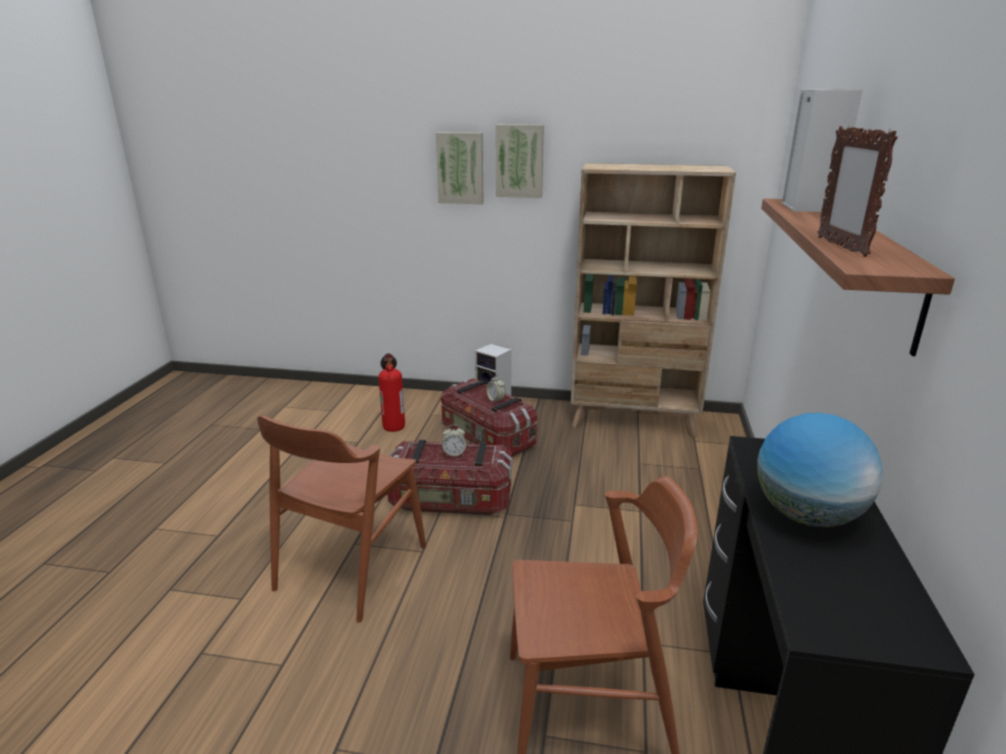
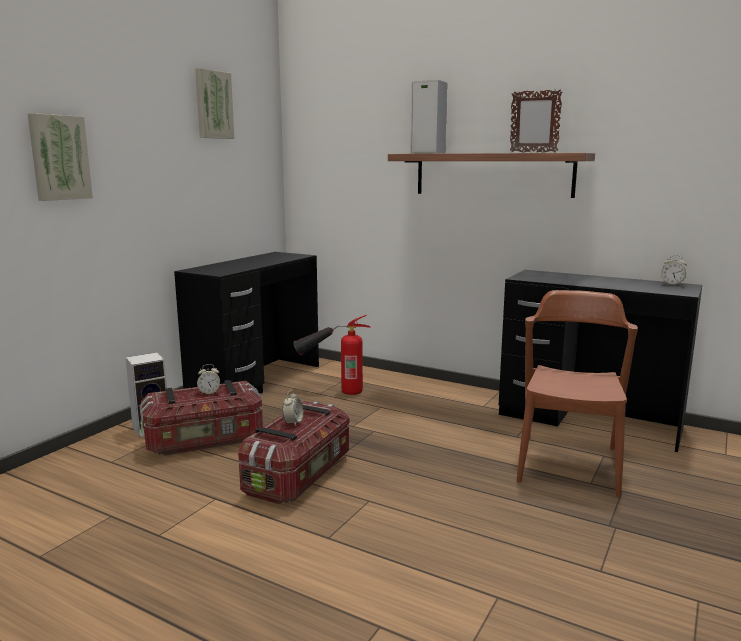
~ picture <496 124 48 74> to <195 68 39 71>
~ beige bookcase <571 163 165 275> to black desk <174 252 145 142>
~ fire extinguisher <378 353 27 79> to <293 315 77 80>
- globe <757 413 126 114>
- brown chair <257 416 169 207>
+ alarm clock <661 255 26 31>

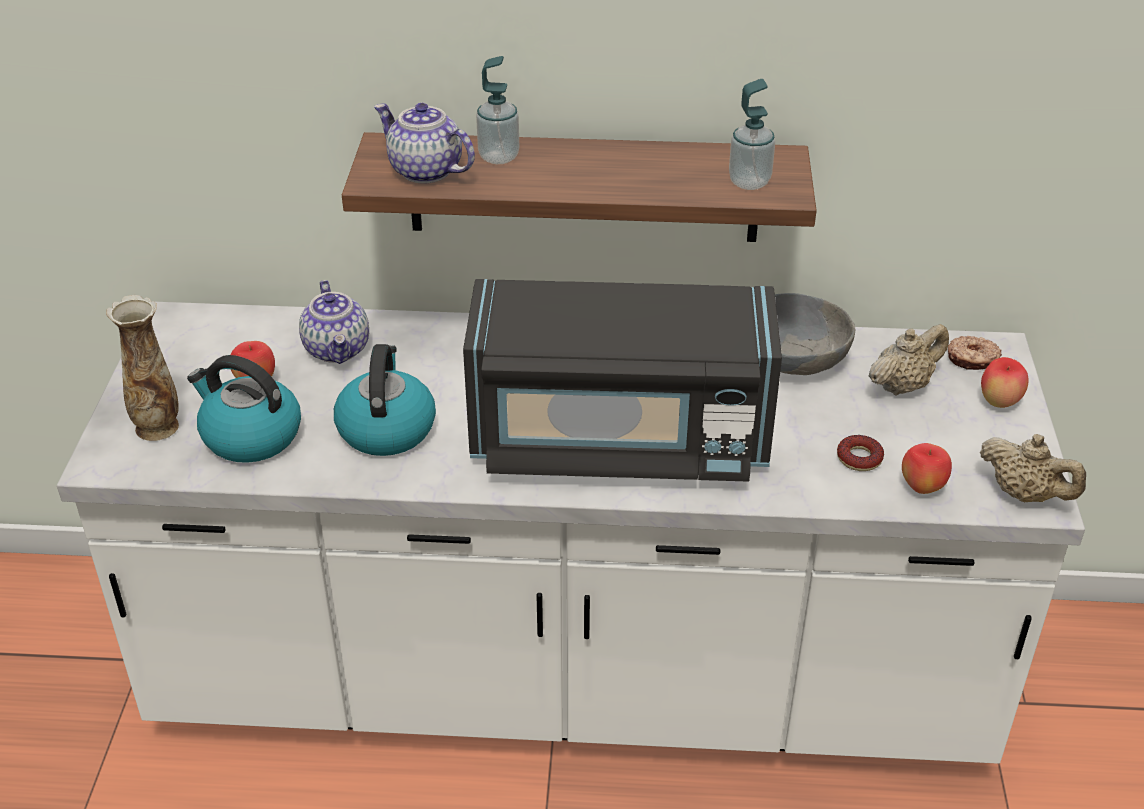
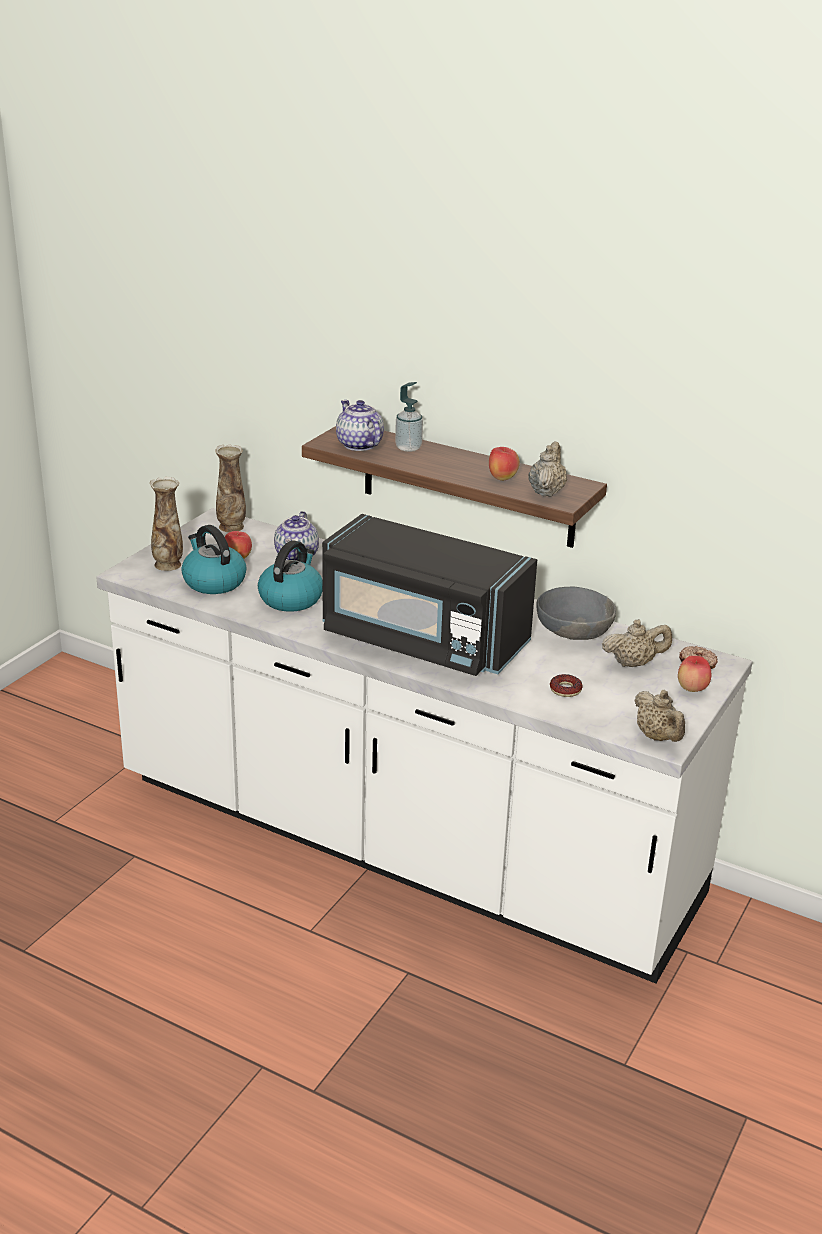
~ soap dispenser <729 79 46 111> to beige teapot <528 441 39 56>
~ apple <902 443 50 51> to <489 447 31 34>
+ vase <215 444 31 88>

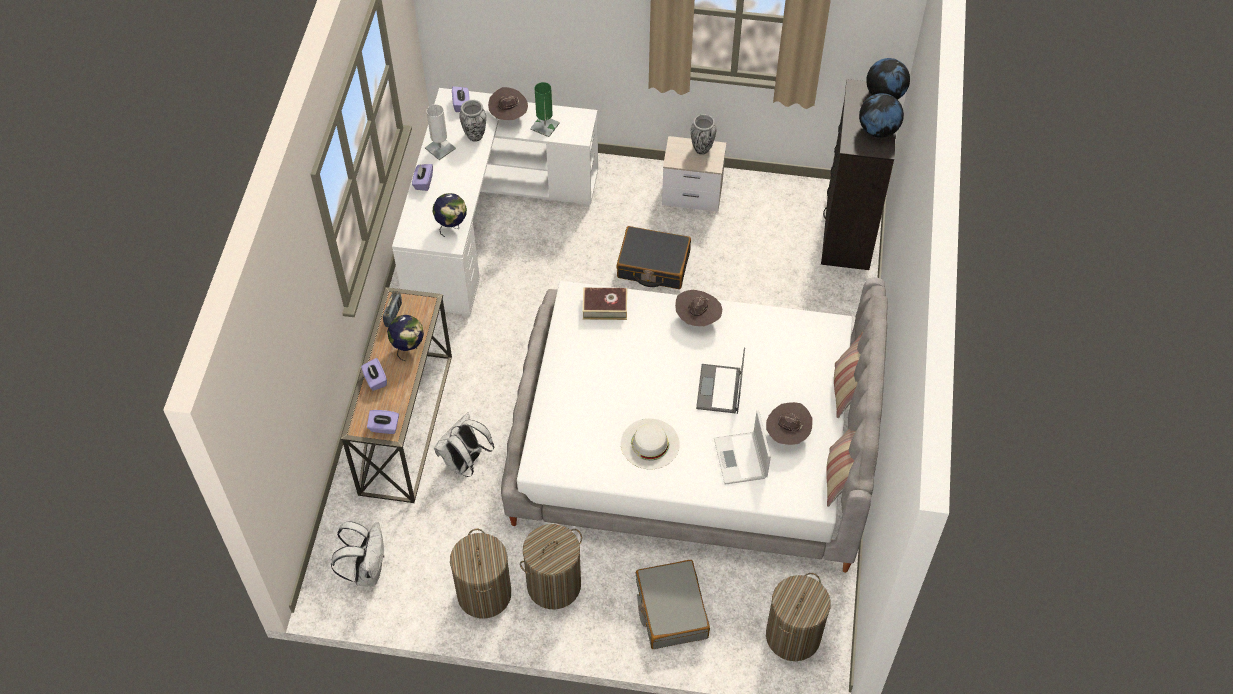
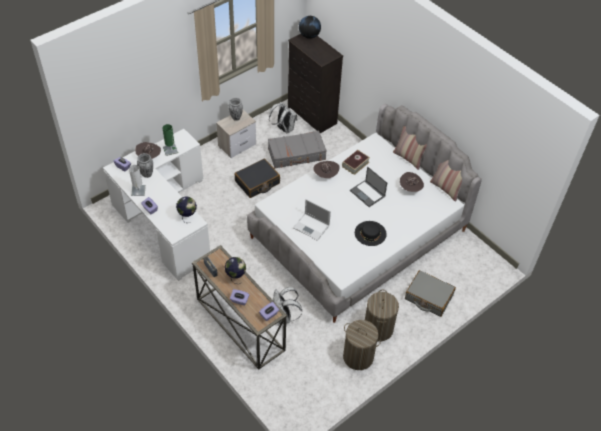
- globe <859 93 45 45>
~ book <583 288 44 32> to <342 150 28 25>
~ laptop <714 410 57 75> to <293 199 38 42>
~ white hat <621 419 59 50> to black hat <355 221 32 25>
~ white backpack <331 521 54 65> to <269 102 28 31>
- laundry basket <766 573 65 88>
+ grey suitcase <268 131 59 37>

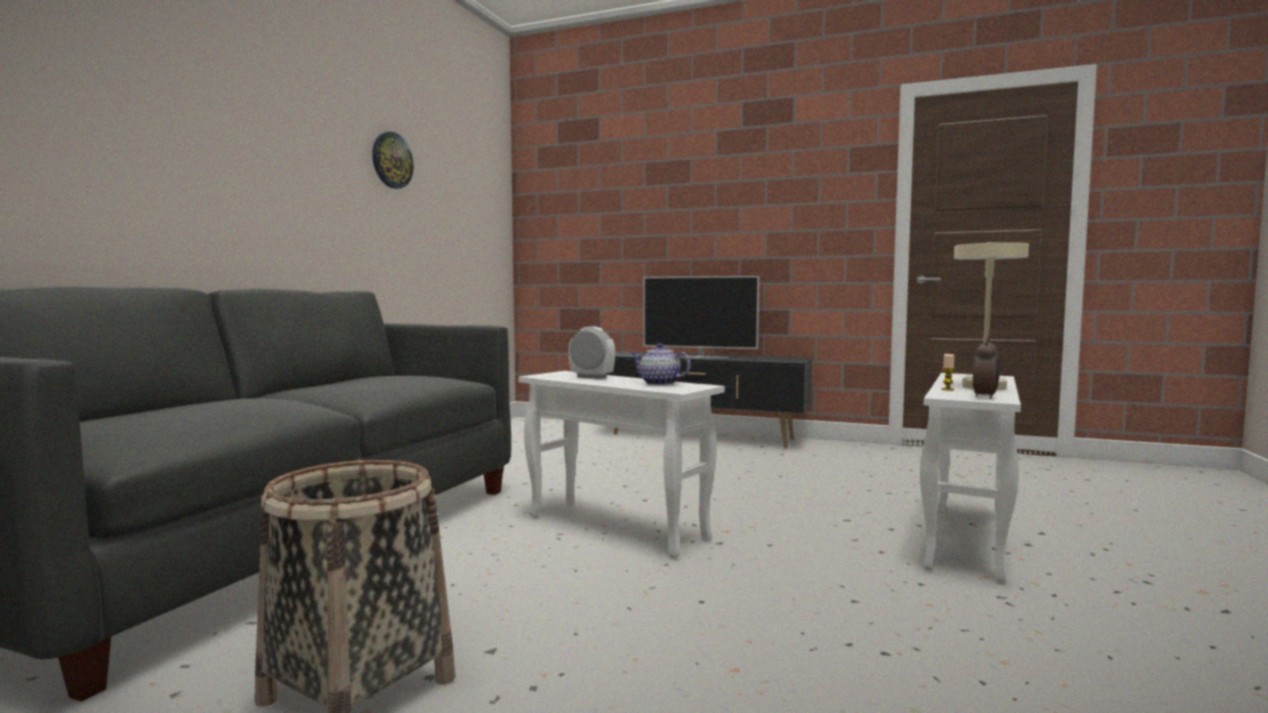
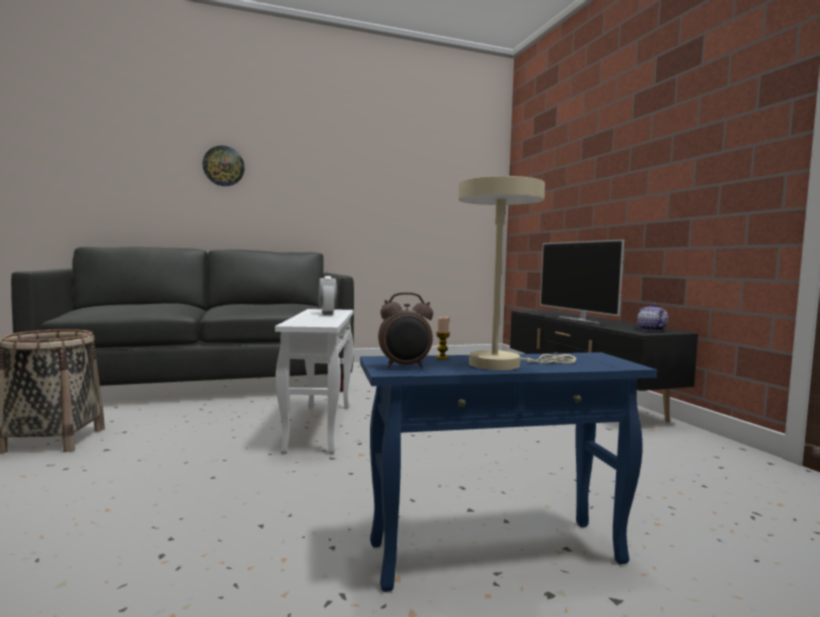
~ wall clock <372 132 42 57> to <203 146 42 40>
~ teapot <632 343 59 42> to <637 303 31 28>
~ white side table <920 373 101 211> to blue side table <360 352 297 240>

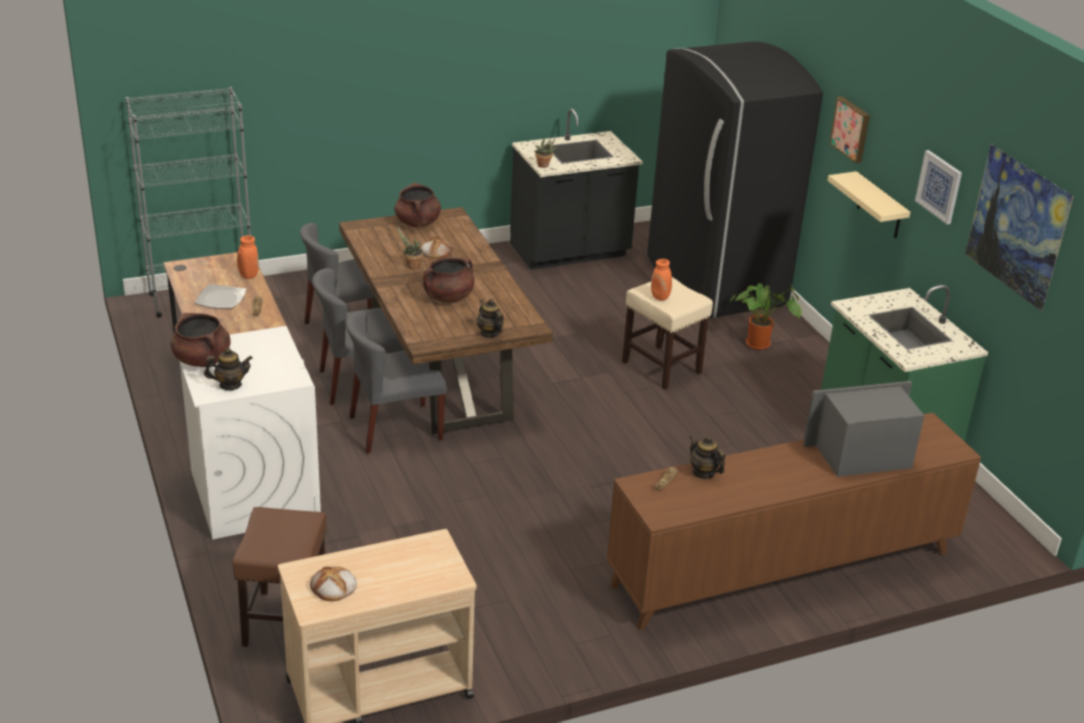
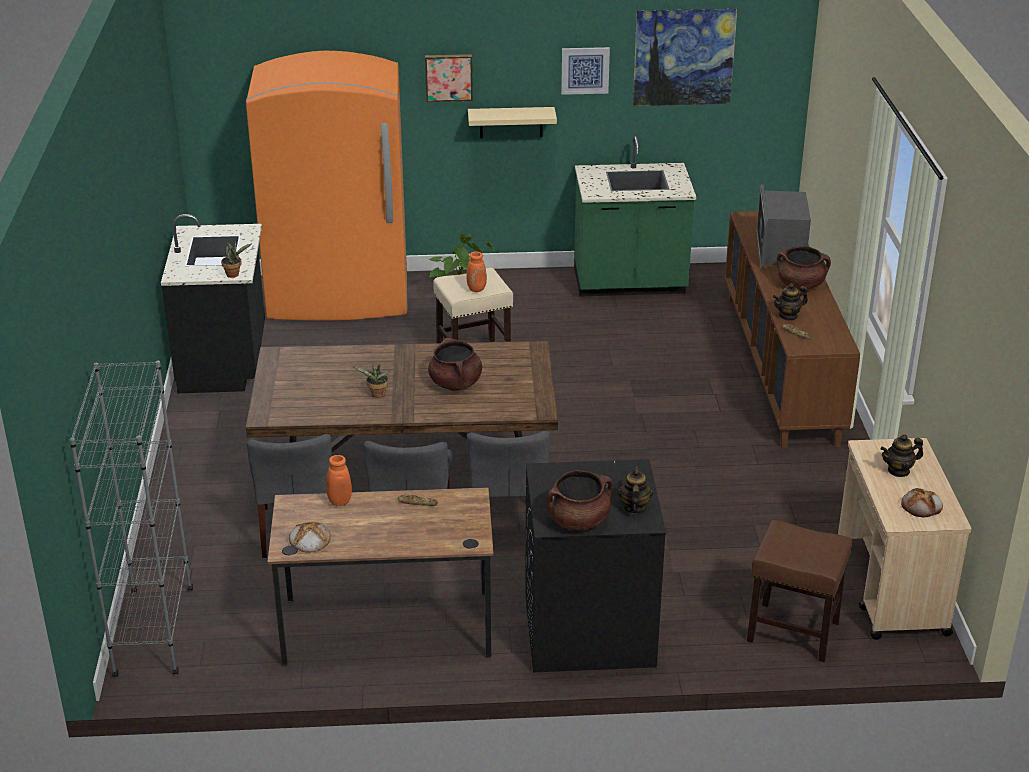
~ black fridge <647 41 176 277> to orange fridge <246 51 162 270>
~ brown cooking pot <395 183 46 44> to <777 246 54 43>
~ bread <421 236 32 23> to <289 522 42 30>
- plate <195 284 52 25>
~ teapot <477 299 27 39> to <881 434 42 43>
~ white washing machine <179 326 142 213> to black washing machine <525 459 141 213>

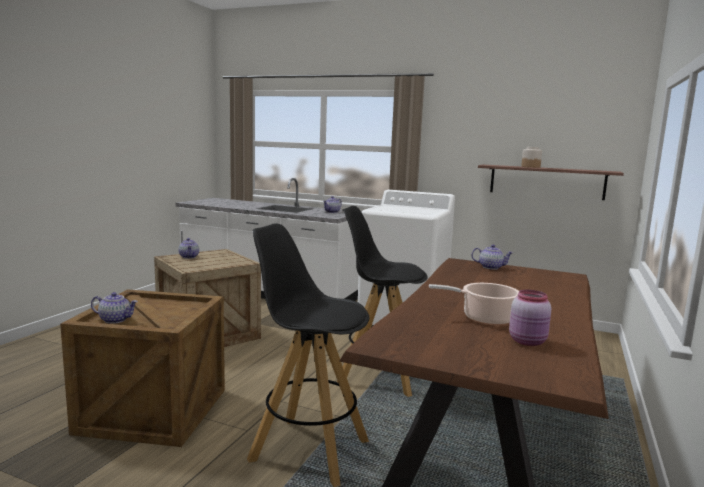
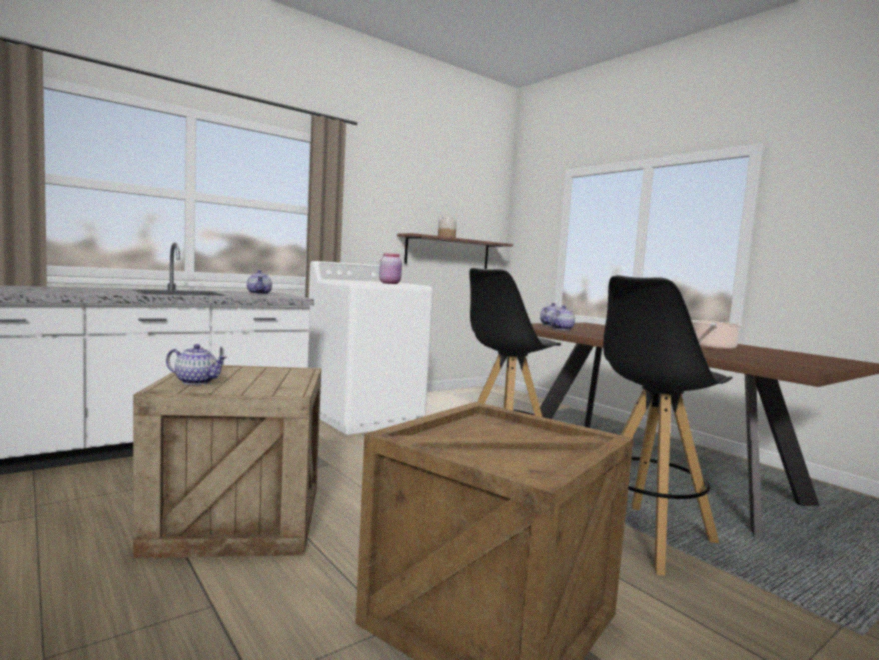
~ pink jar <509 290 42 56> to <379 253 23 31>
~ teapot <91 292 47 32> to <550 305 25 25>

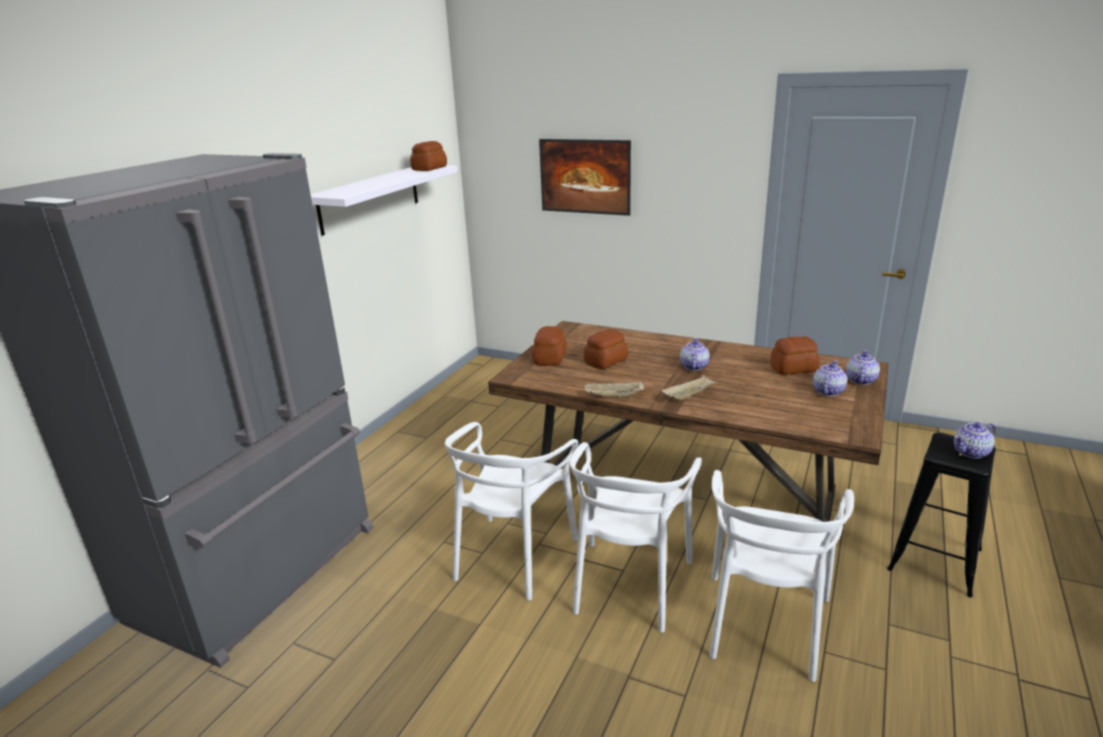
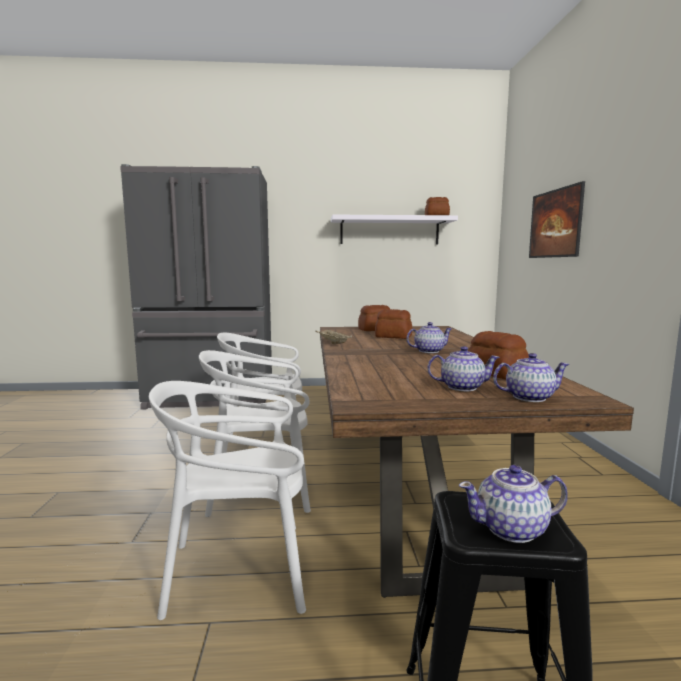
- beige tray <662 375 57 25>
~ teapot <954 422 42 37> = <459 465 109 78> 45 degrees counterclockwise

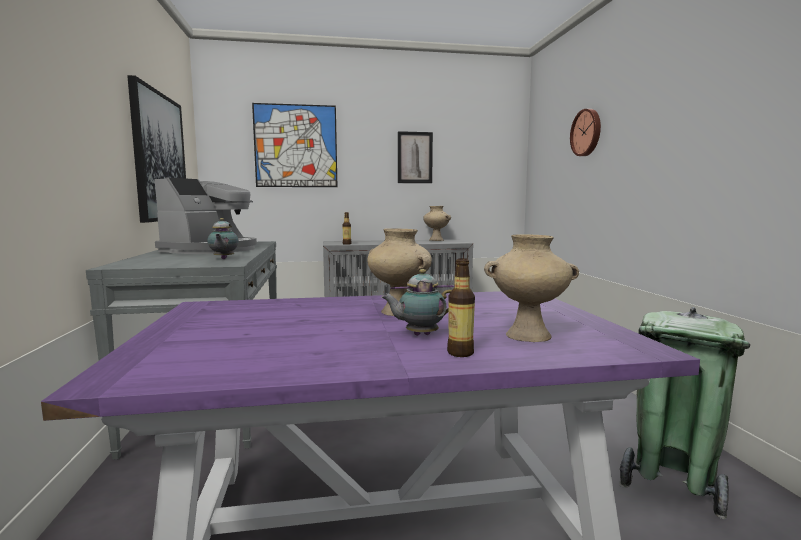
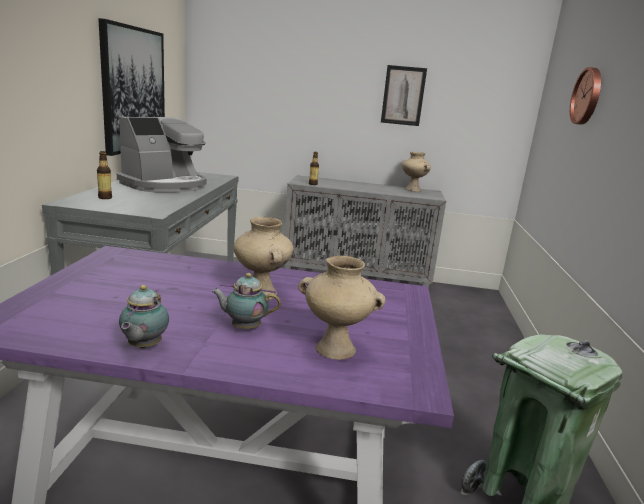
- picture <252 103 85 84>
~ teapot <207 218 32 41> to <119 285 50 64>
~ bottle <447 258 28 99> to <97 151 15 48>

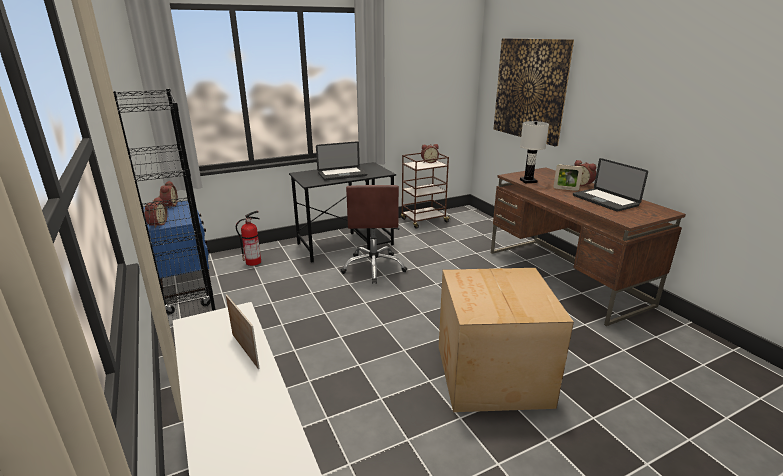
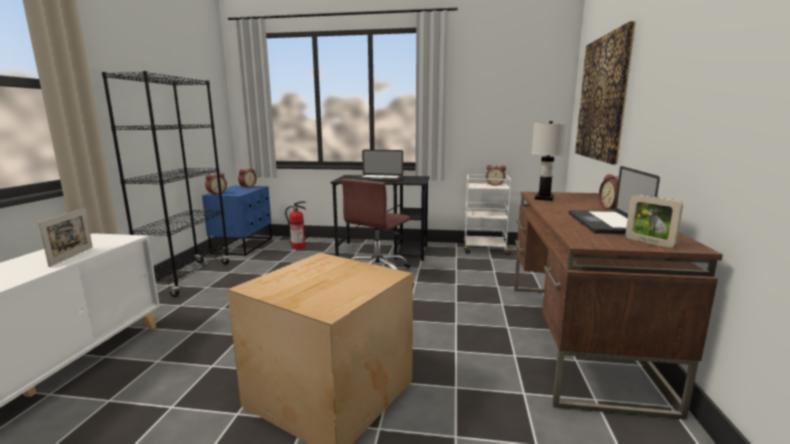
~ brown cart <401 153 50 76> to white cart <463 174 49 81>
~ picture frame <554 164 29 27> to <625 195 58 53>

